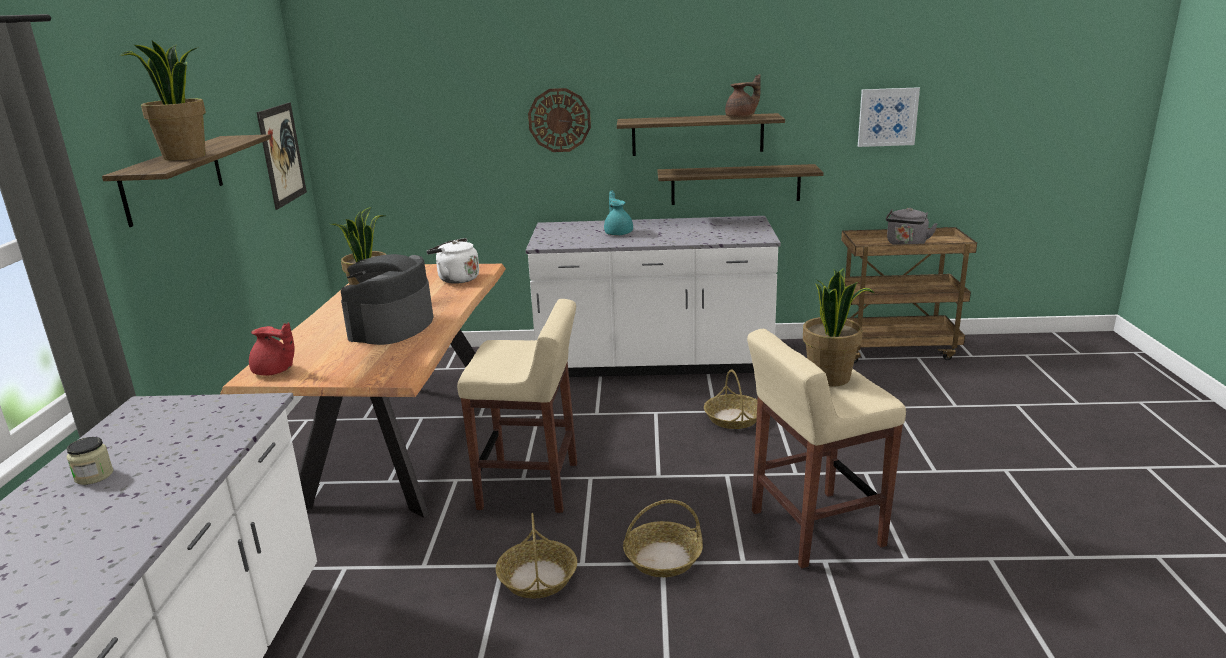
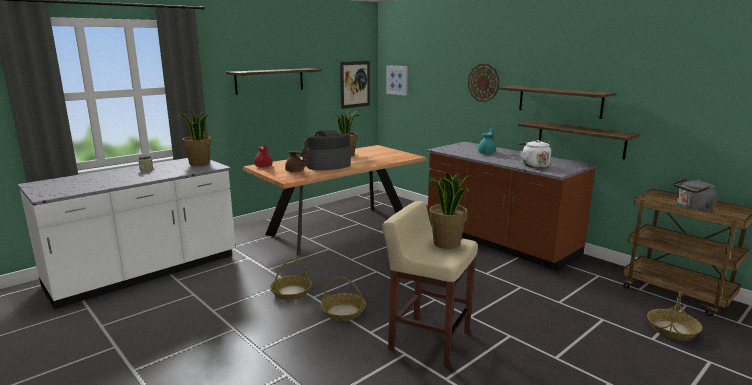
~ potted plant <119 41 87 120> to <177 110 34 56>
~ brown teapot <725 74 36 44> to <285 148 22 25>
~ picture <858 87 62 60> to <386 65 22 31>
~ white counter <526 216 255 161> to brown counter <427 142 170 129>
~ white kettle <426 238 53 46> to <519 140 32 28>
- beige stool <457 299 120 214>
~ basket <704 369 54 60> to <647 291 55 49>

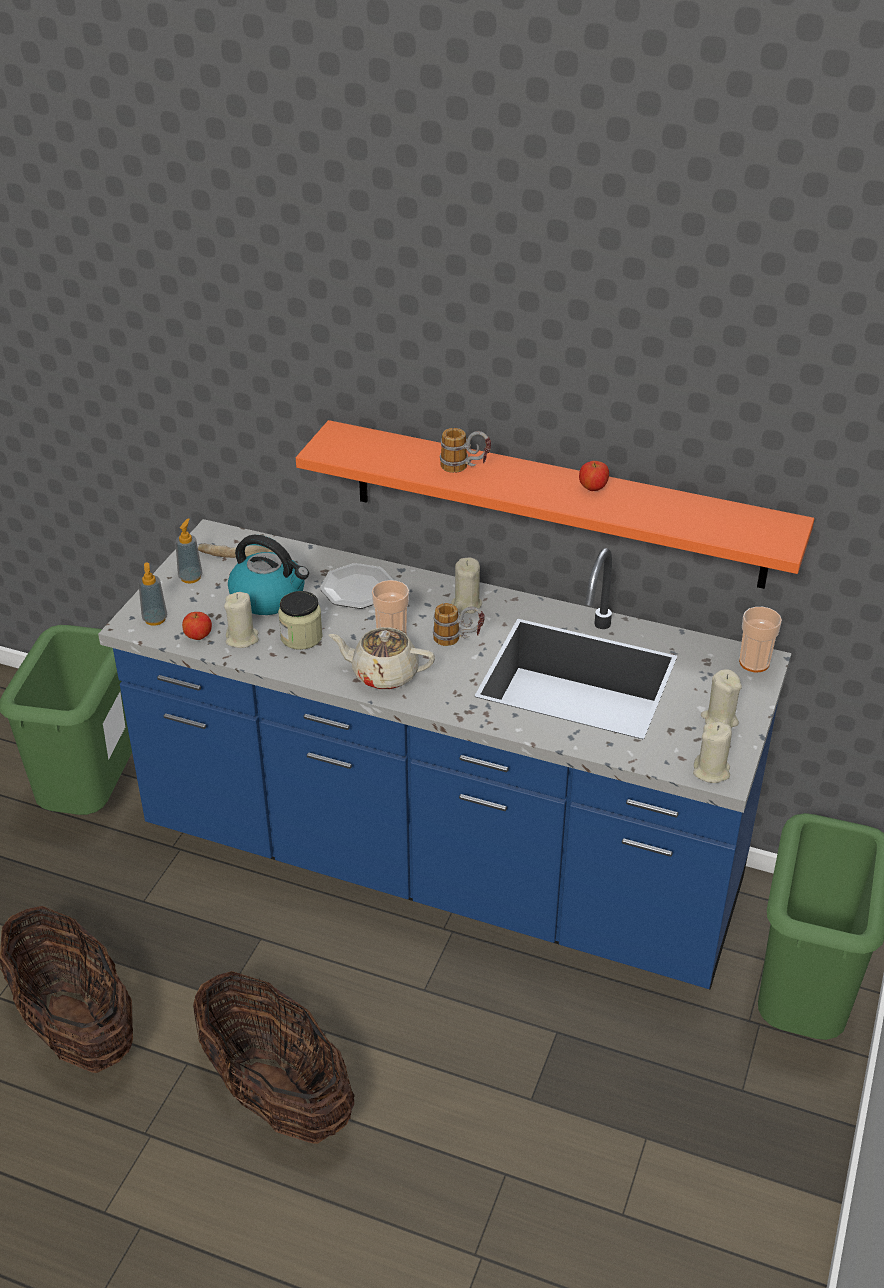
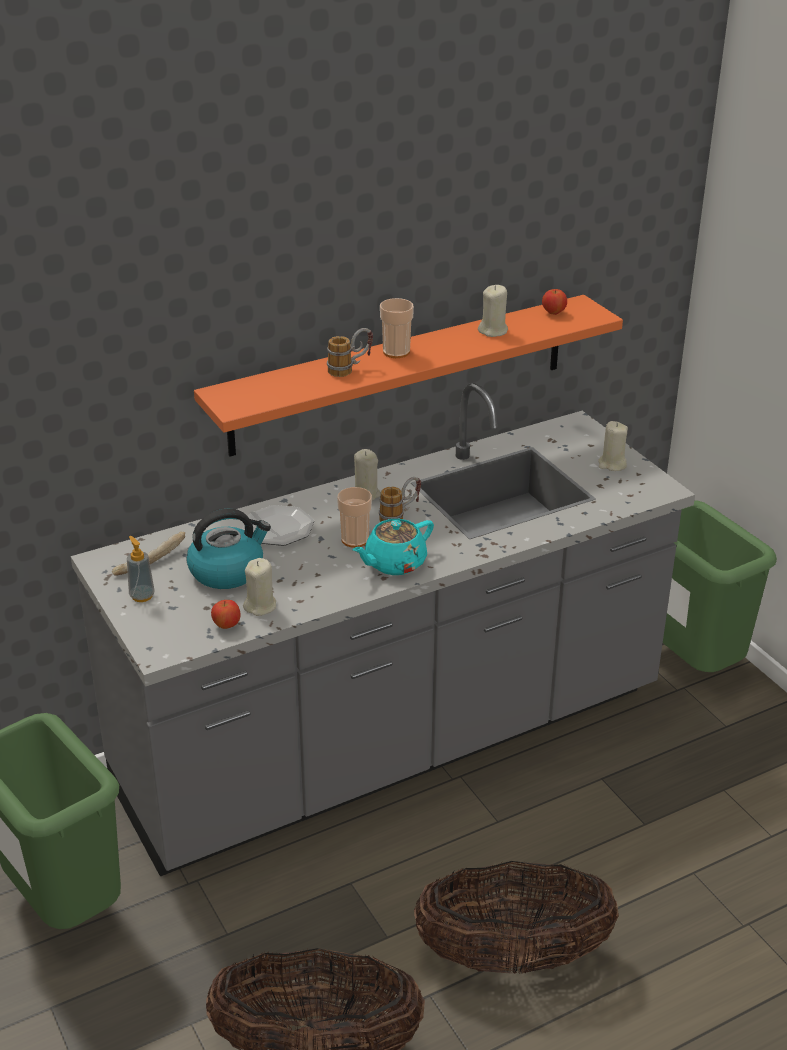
~ apple <579 461 30 30> to <542 289 25 26>
~ blue counter <98 519 694 470> to grey counter <71 383 624 494>
- soap dispenser <138 563 29 63>
- jar <278 591 45 59>
~ cup <739 607 43 65> to <380 298 34 60>
~ beige teapot <329 627 106 63> to turquoise teapot <353 519 81 56>
~ beige candle <693 722 39 61> to <478 285 30 52>

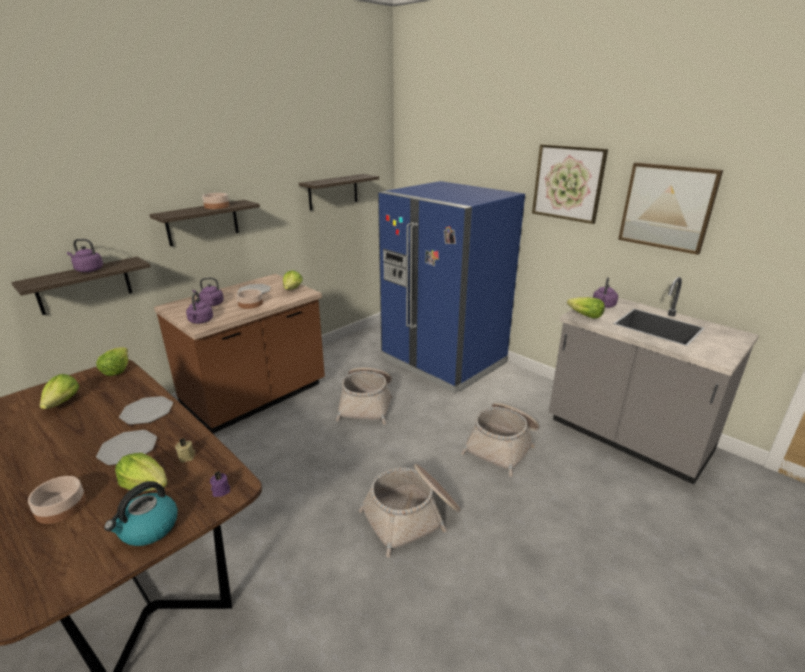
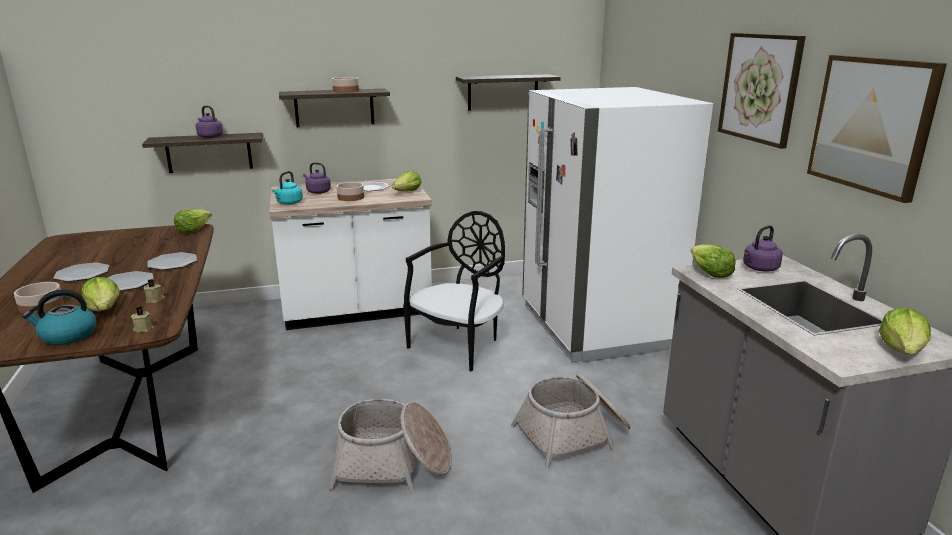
~ blue fridge <378 181 147 212> to white fridge <522 87 191 276>
~ brown counter <154 274 171 160> to white counter <269 178 163 152>
~ purple kettle <186 292 27 32> to turquoise kettle <272 171 31 34>
~ basket <336 368 56 57> to black chair <403 211 102 160>
~ lettuce <39 374 40 35> to <879 307 52 48>
~ purple candle <210 471 20 26> to beige candle <131 306 23 26>
+ plate <54 262 55 20>

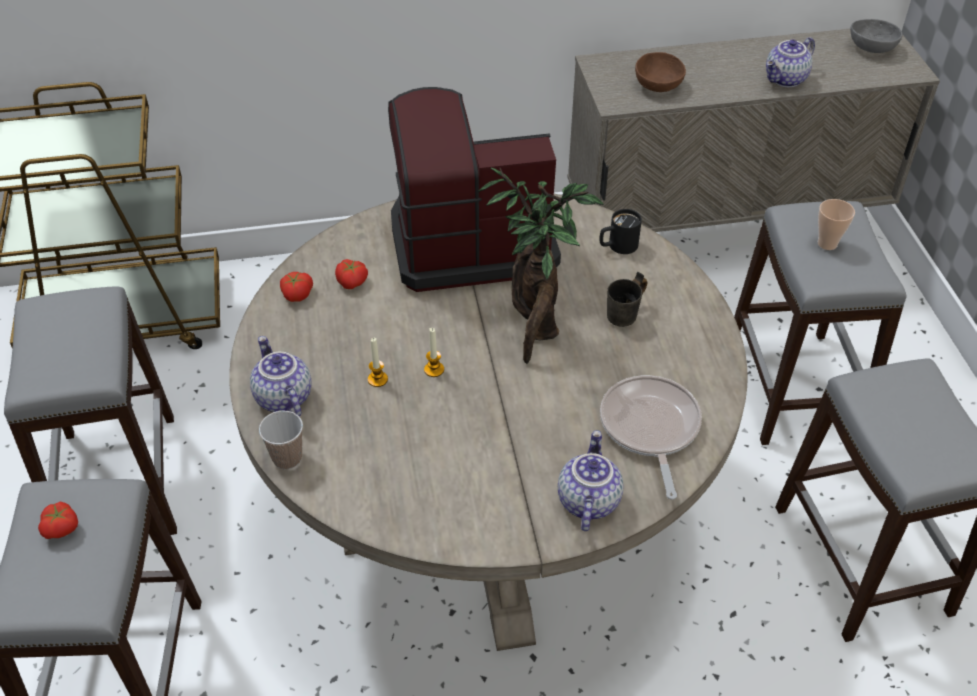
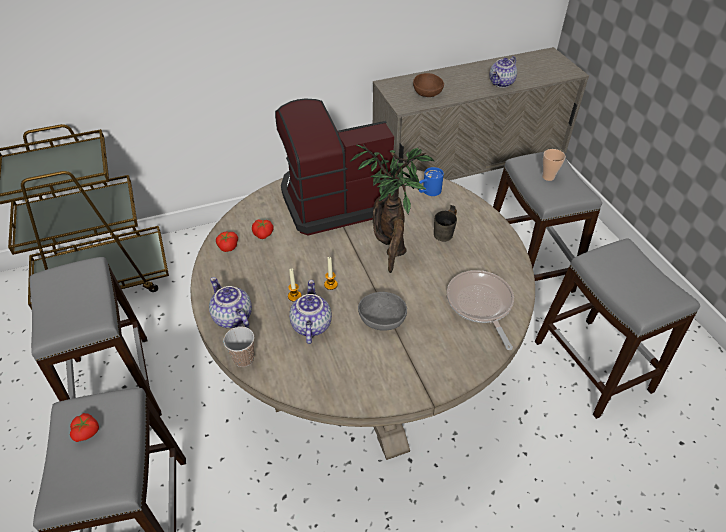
~ grey bowl <850 19 52 34> to <358 292 49 39>
~ black mug <599 209 43 45> to blue mug <419 167 25 29>
~ teapot <558 430 65 101> to <289 280 43 64>

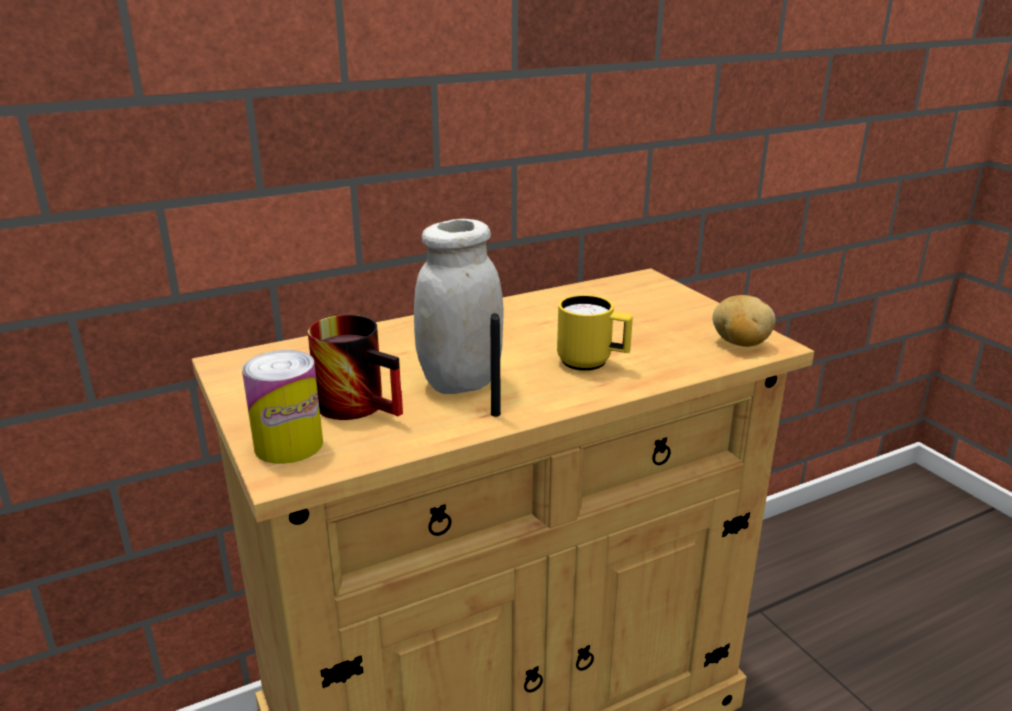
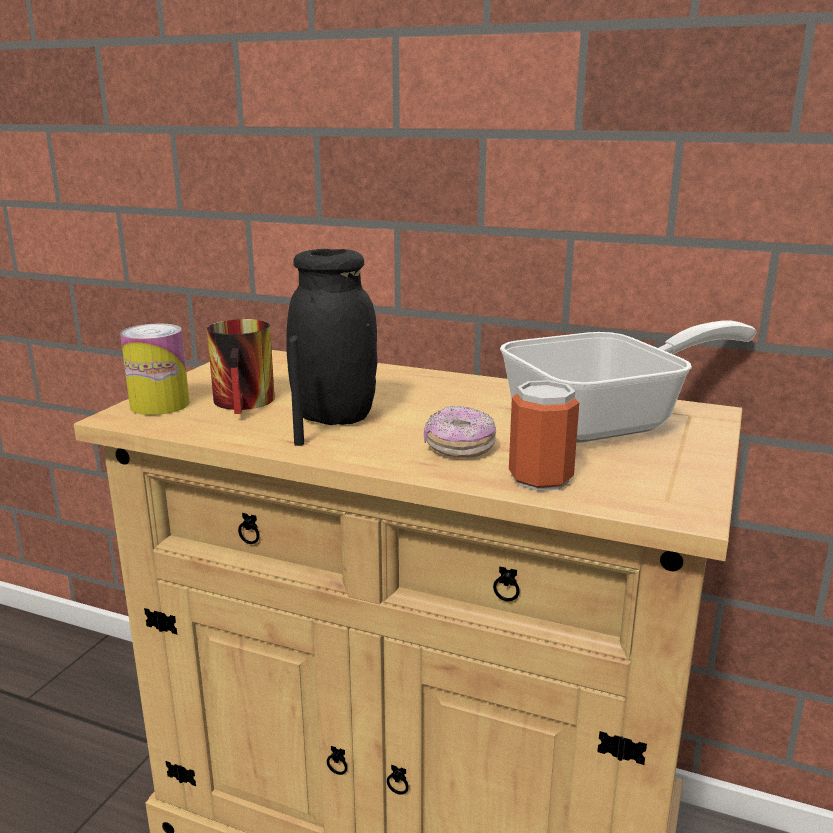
~ white jar <414 219 90 175> to black jar <287 249 91 176>
~ yellow mug <557 295 76 76> to donut <423 406 73 52>
- potato <713 295 62 52>
+ frying pan <500 321 257 122>
+ can <509 380 70 111>

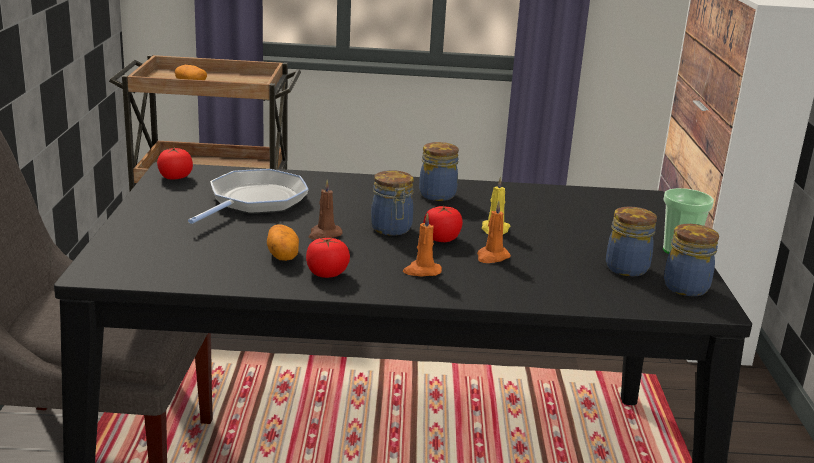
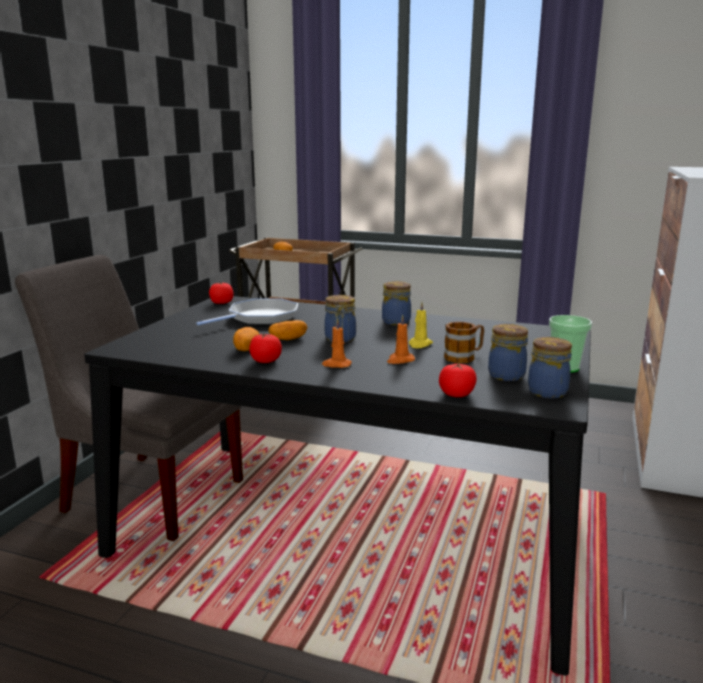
~ brown candle <308 180 34 60> to potato <268 320 39 20>
~ tomato <423 206 40 36> to <439 363 38 34>
+ mug <444 322 40 41>

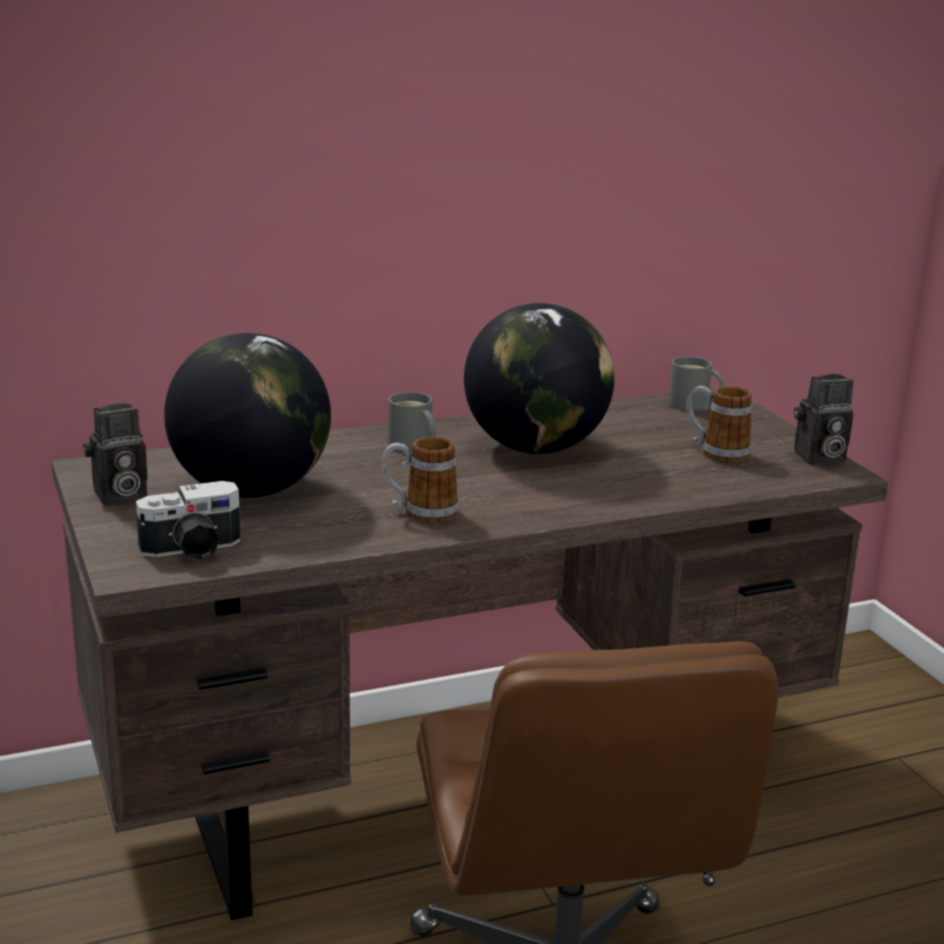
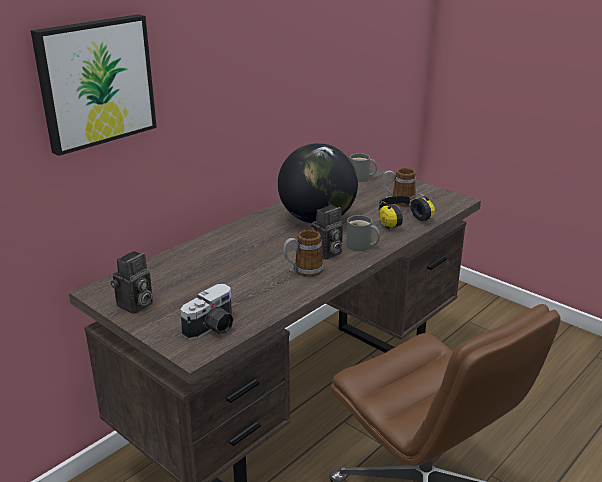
- globe <164 333 167 165>
~ photo camera <794 374 60 91> to <309 205 34 55>
~ grey mug <388 392 48 61> to <346 215 34 36>
+ picture <31 14 126 142>
+ headphones <379 193 56 36>

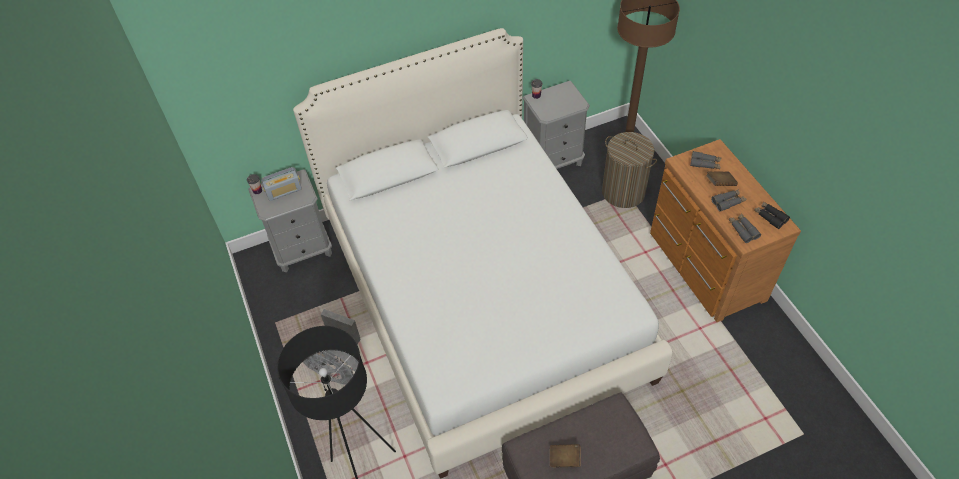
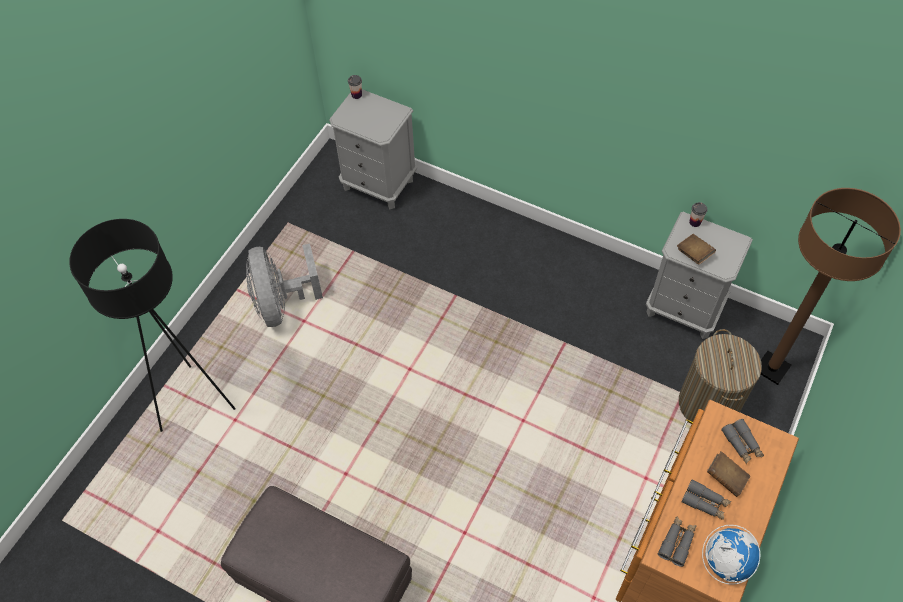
- white bed <293 28 380 451>
- radio <261 167 41 34>
~ black binoculars <754 201 36 28> to globe <702 525 59 60>
~ brown book <550 444 31 24> to <677 234 39 31>

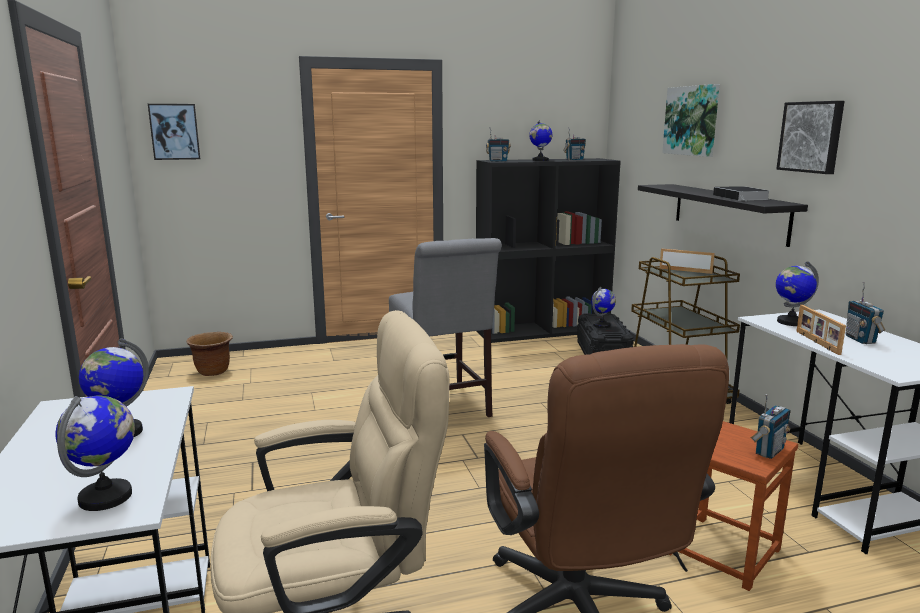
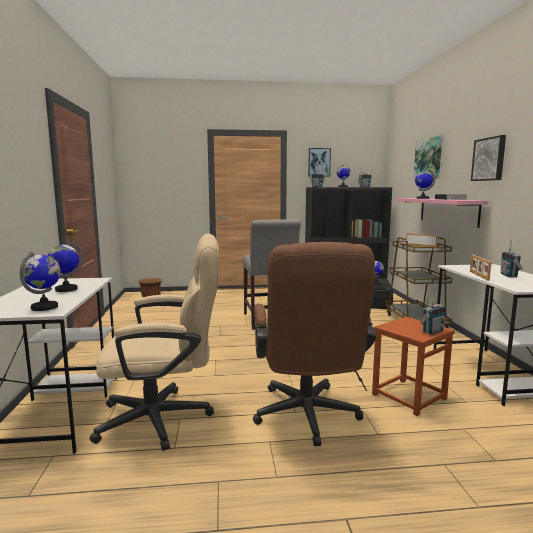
~ picture <148 104 52 56> to <308 148 23 29>
~ black shelf <638 184 170 63> to pink shelf <397 198 91 30>
~ globe <776 261 43 65> to <415 169 20 30>

